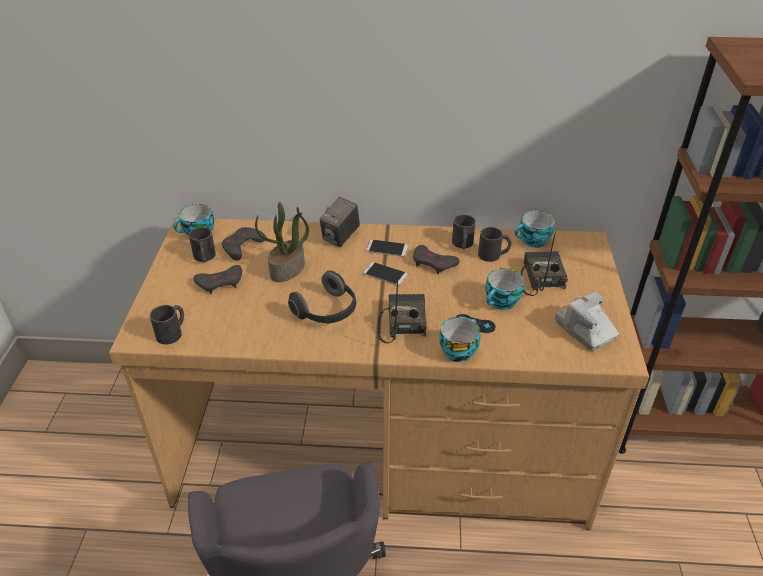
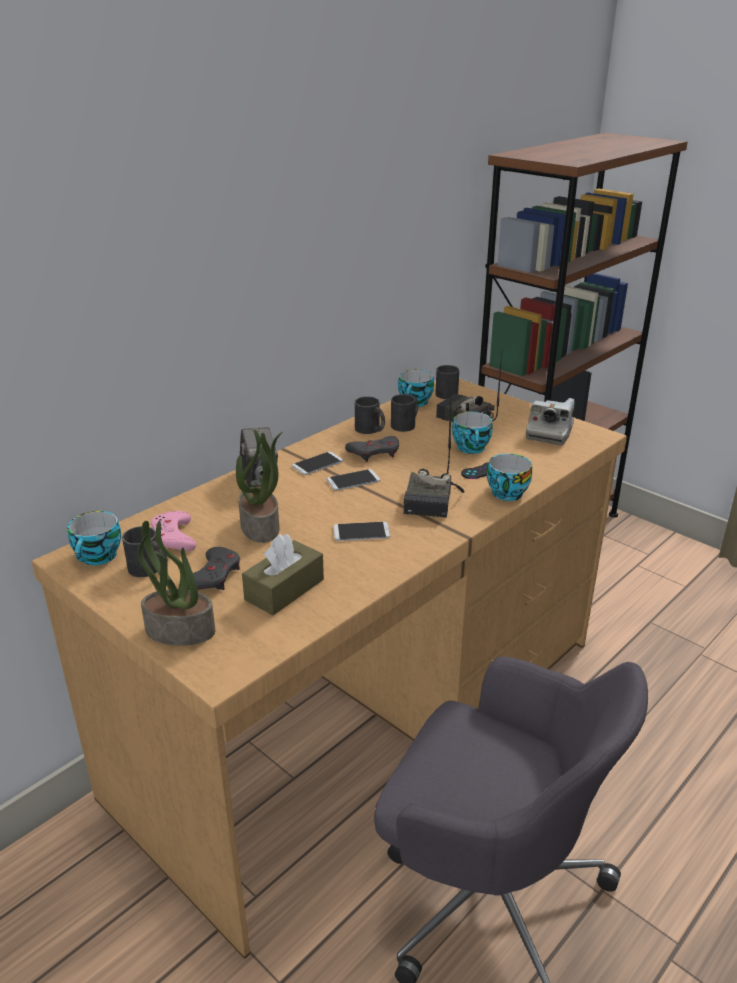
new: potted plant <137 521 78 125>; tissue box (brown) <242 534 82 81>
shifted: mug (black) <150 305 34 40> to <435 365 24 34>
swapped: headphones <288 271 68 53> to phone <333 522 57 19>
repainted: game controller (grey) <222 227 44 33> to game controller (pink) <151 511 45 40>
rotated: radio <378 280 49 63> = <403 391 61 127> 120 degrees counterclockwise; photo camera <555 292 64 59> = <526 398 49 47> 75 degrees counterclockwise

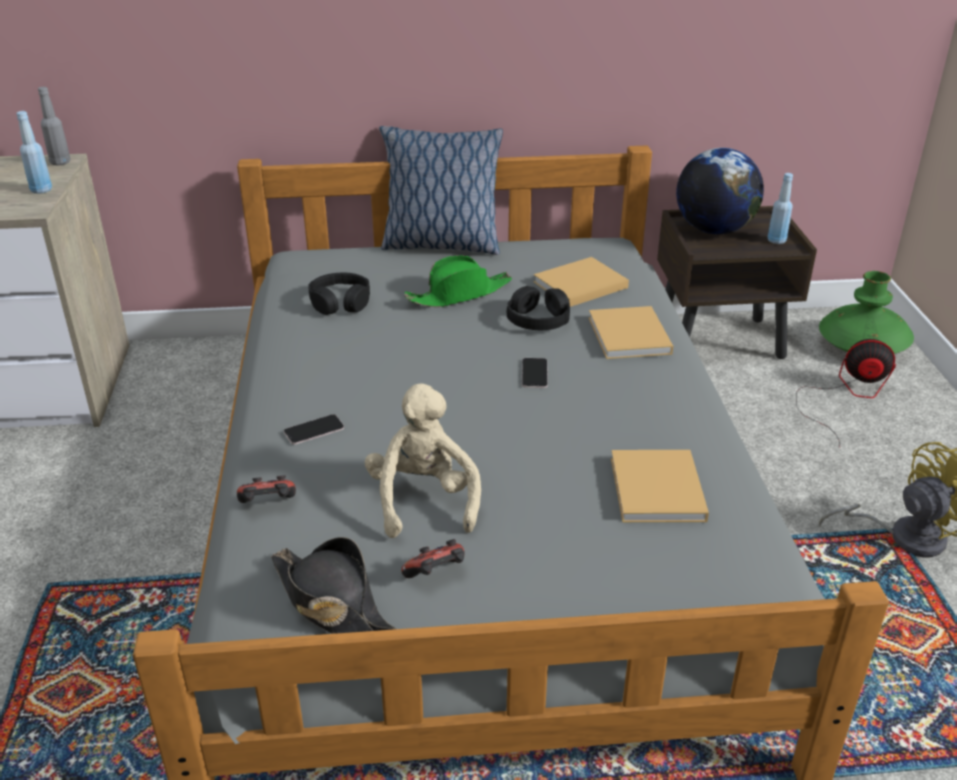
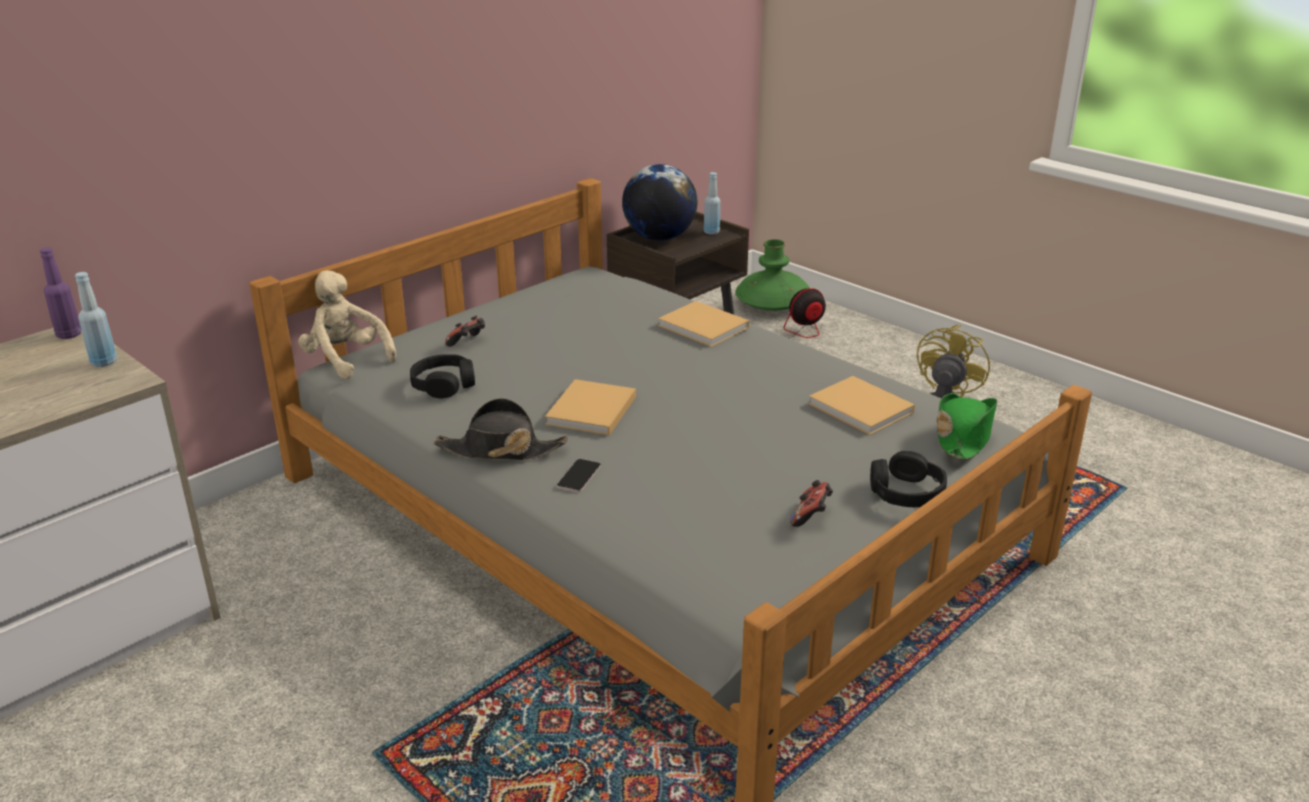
gone: pillow <379 126 124 129>; phone <522 358 26 30>
shifted: game controller <237 476 59 27> to <445 316 40 31>; hat (black) <271 537 126 97> to <434 398 134 62>; plush toy (beige) <365 384 116 154> to <298 270 98 109>; hat (green) <404 255 108 52> to <936 393 61 67>; headphones (black) <507 286 63 44> to <870 451 77 56>; book (beige) <533 257 96 50> to <545 379 91 57>
repainted: bottle (grey) <38 87 33 79> to bottle (purple) <40 247 41 92>

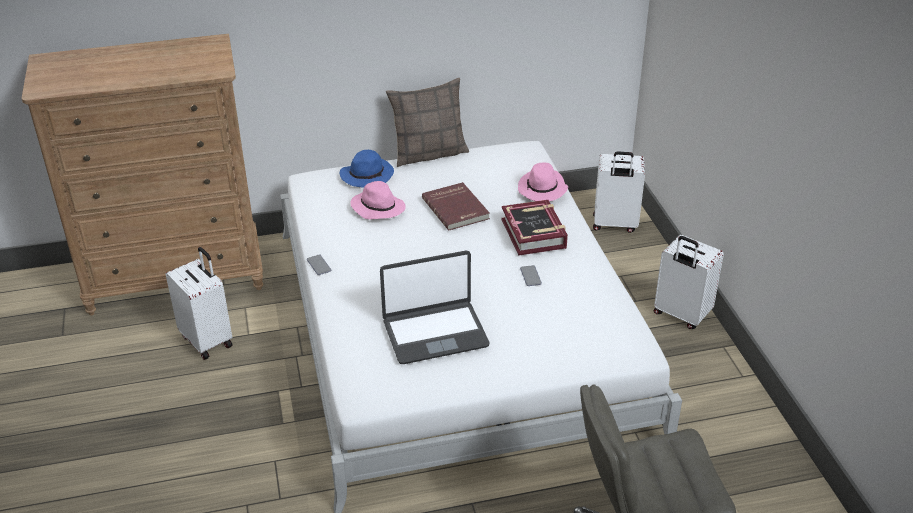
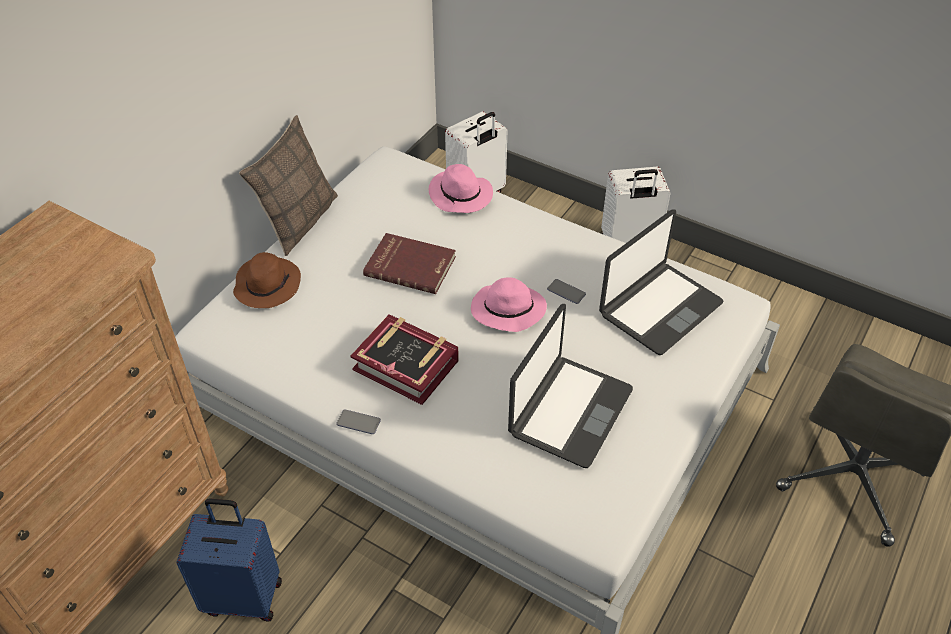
new: laptop <599 209 125 146>
shifted: hat (pink) <350 181 56 38> to <471 277 76 55>; book <501 200 67 56> to <351 314 108 91>
repainted: suitcase (white) <166 247 67 113> to suitcase (blue) <176 499 106 123>; hat (blue) <340 150 54 38> to hat (brown) <233 252 68 56>

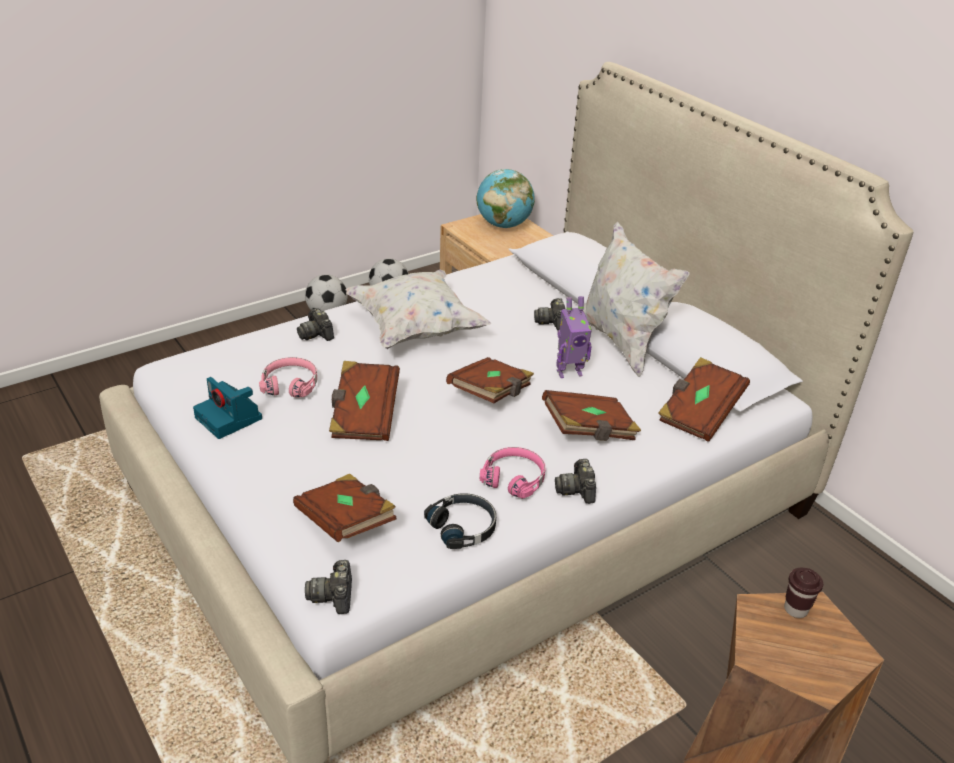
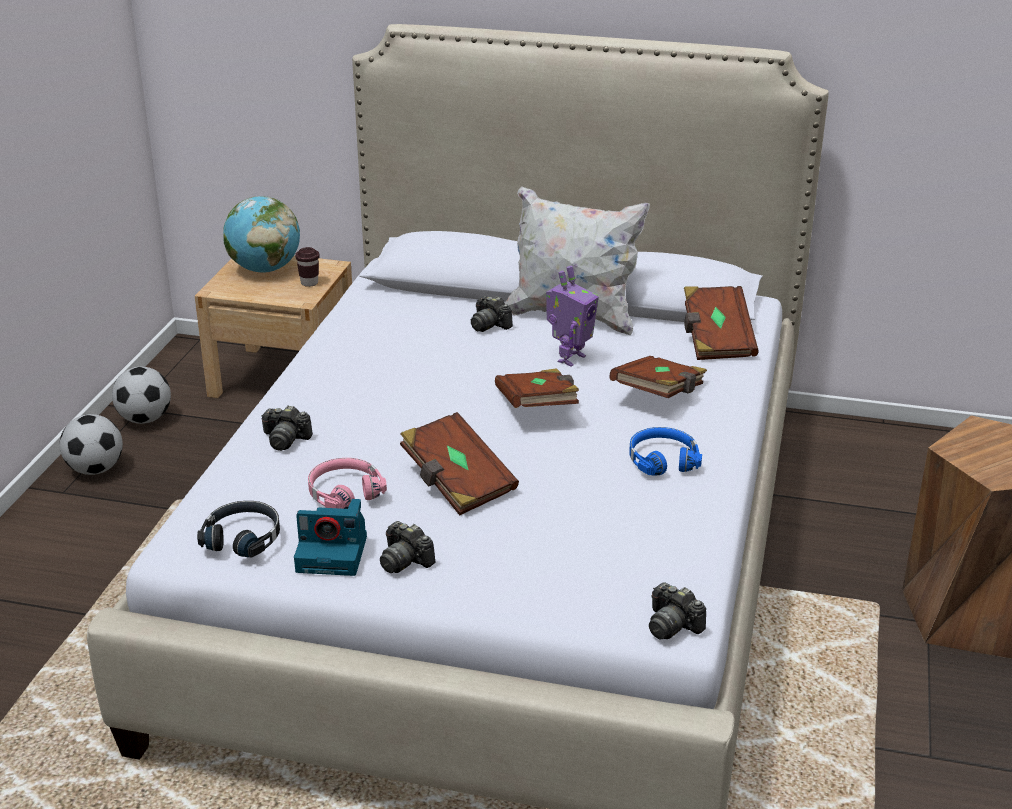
gone: book (brown) <293 474 103 68>; pillow (white) <346 269 145 80>
shifted: headphones (black) <424 493 72 56> to <197 501 83 57>; photo camera <555 459 41 45> to <380 521 56 52>; cup (brown) <784 568 39 50> to <295 247 25 40>
repainted: headphones (pink) <480 447 65 52> to headphones (blue) <629 427 73 48>

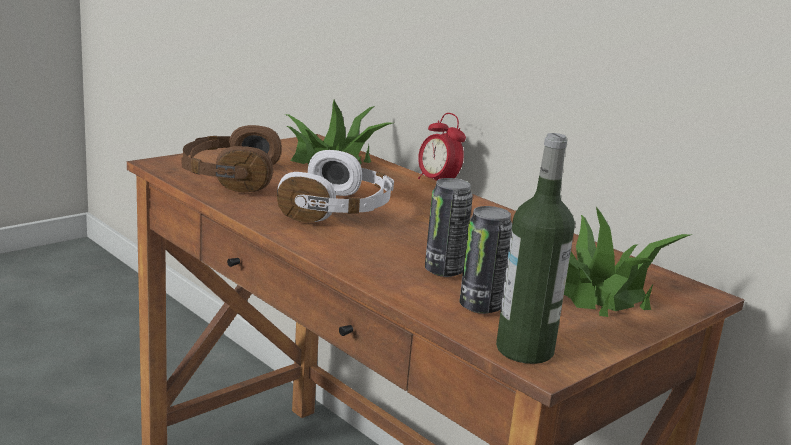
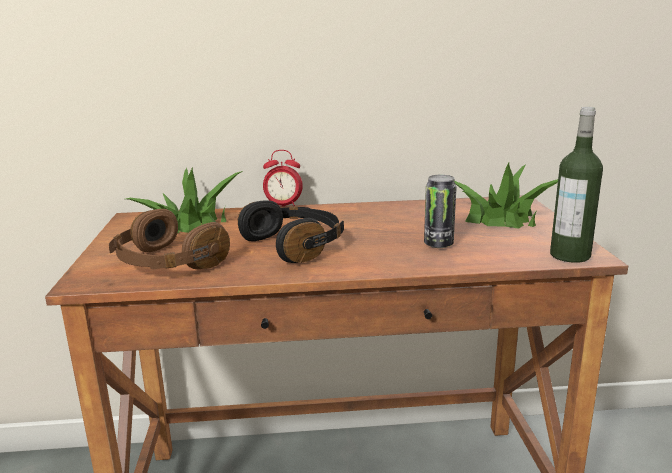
gone: can <460 206 52 108>
repainted: headphones (white) <277 150 117 72> to headphones (black) <238 200 106 63>

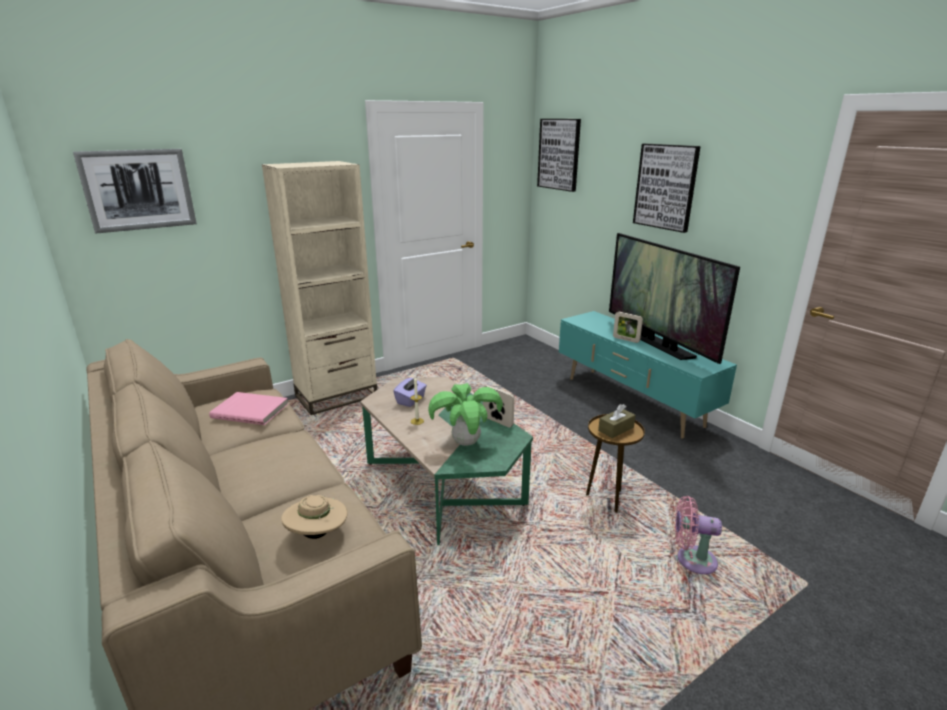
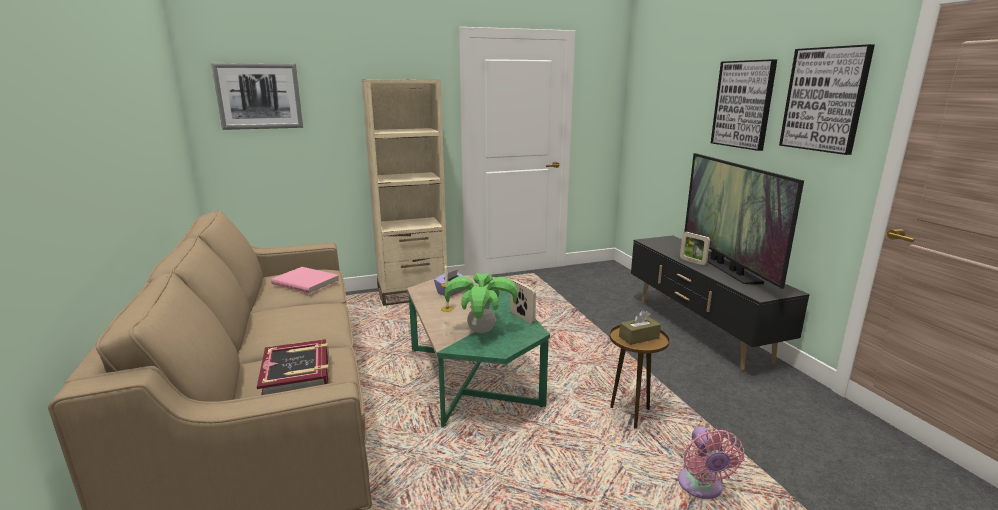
shifted: picture <537 119 44 73> to <779 44 96 111>
swapped: hat (beige) <281 495 67 44> to book <257 339 73 56>
repainted: tv stand (turquoise) <559 311 178 128> to tv stand (black) <631 235 179 136>
rotated: fan (pink) <675 496 47 78> = <678 426 67 73> 120 degrees counterclockwise

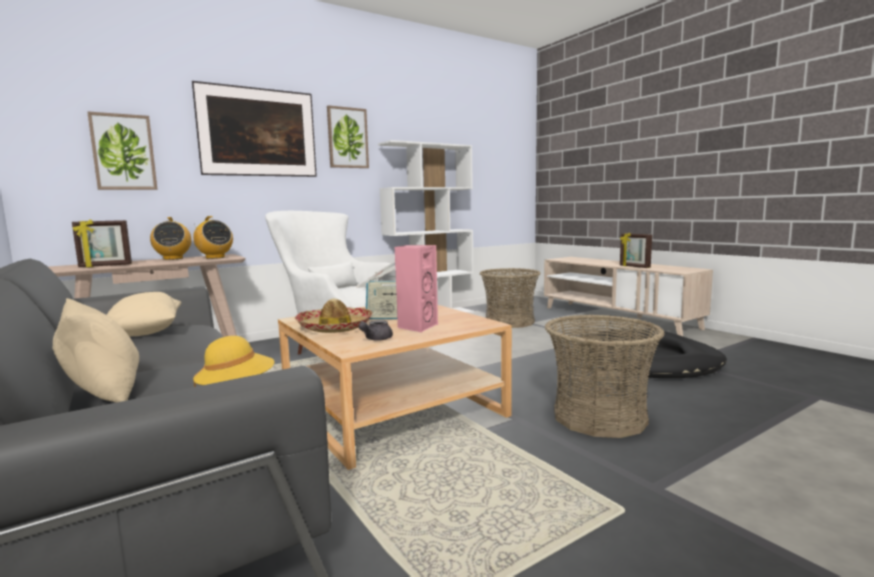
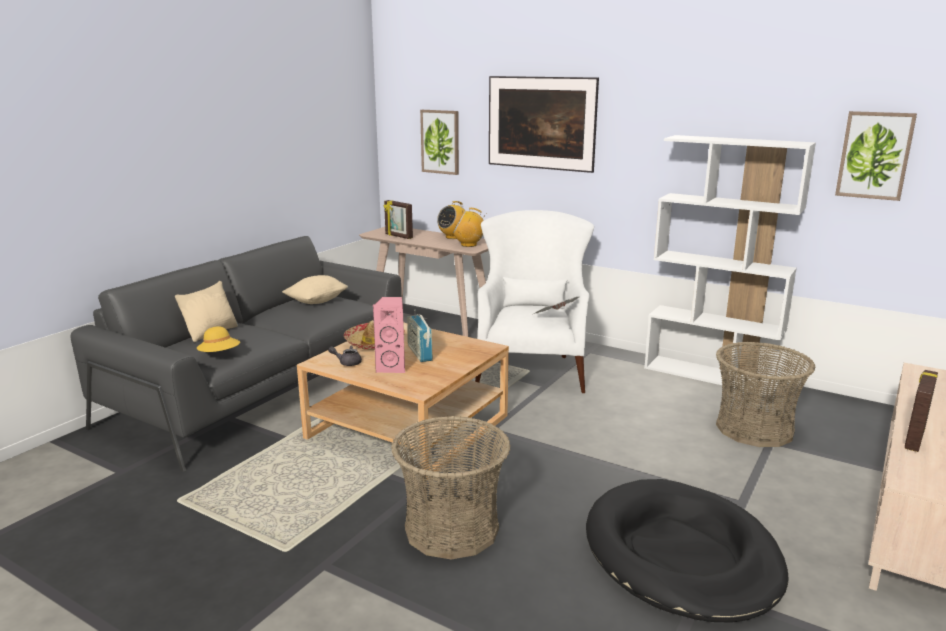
shifted: picture <327 105 42 63> to <835 111 82 90>
rotated: radio <193 216 40 43> = <453 208 33 39> 75 degrees clockwise

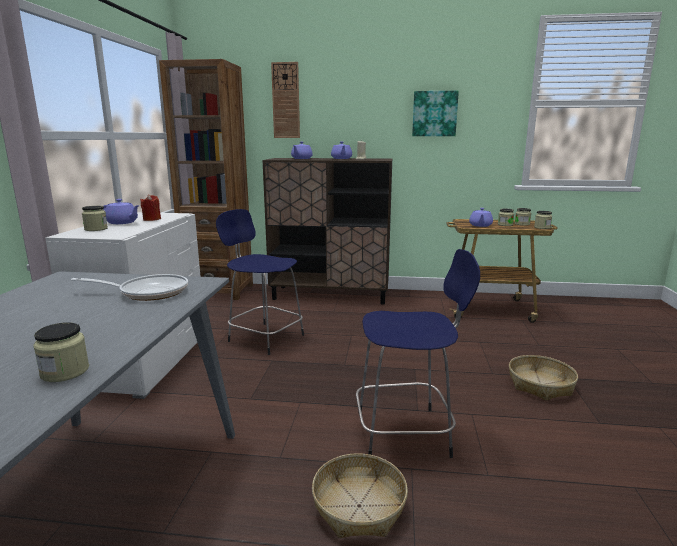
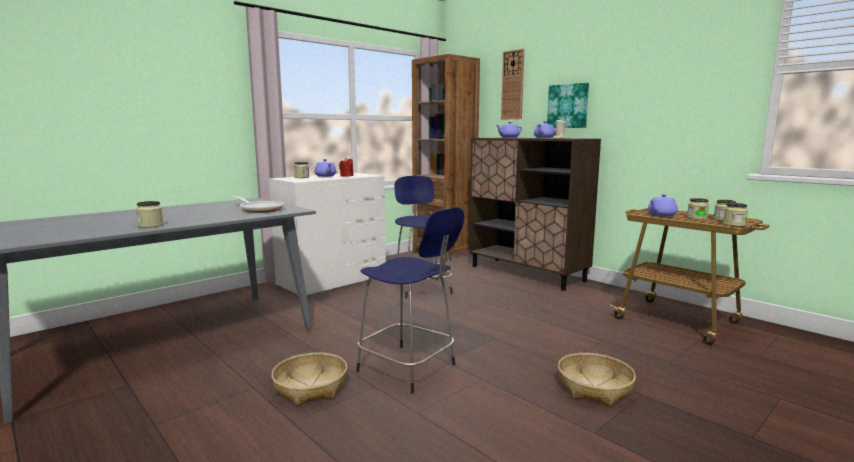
shifted: picture <412 91 47 45> to <547 83 42 45>

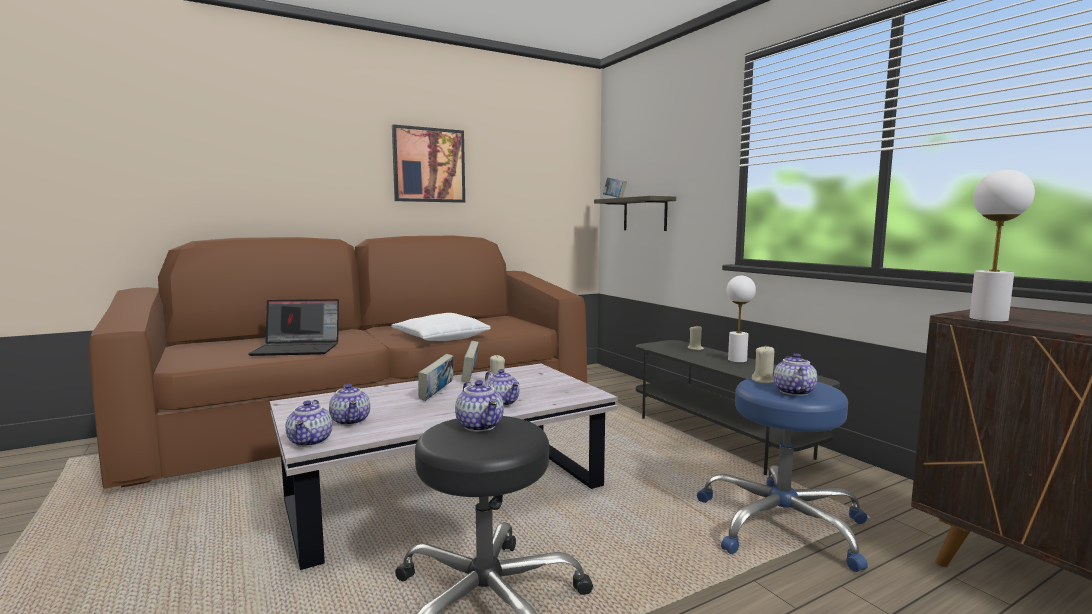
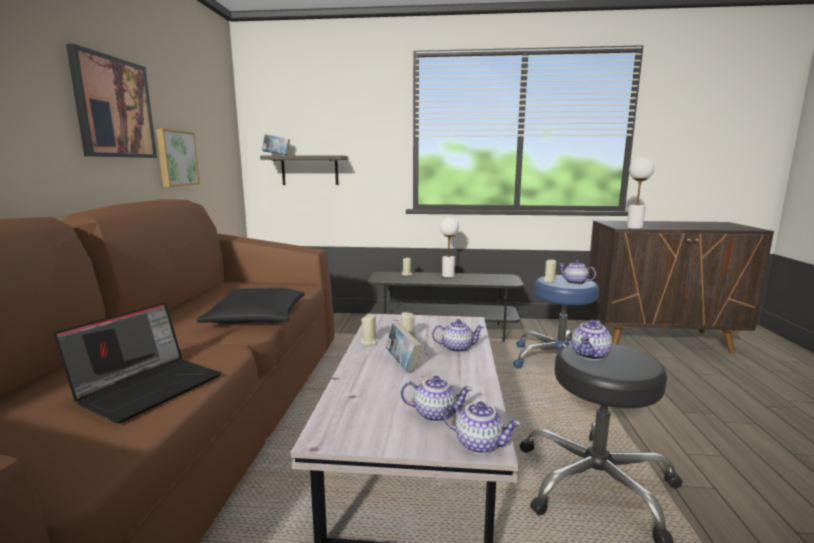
new: picture <156 129 44 58>
swapped: book <461 341 18 41> to candle (beige) <360 315 19 30>
repainted: pillow (white) <391 313 100 28> to pillow (black) <197 288 108 36>
rotated: teapot <455 380 49 52> = <571 320 41 40> 120 degrees clockwise

